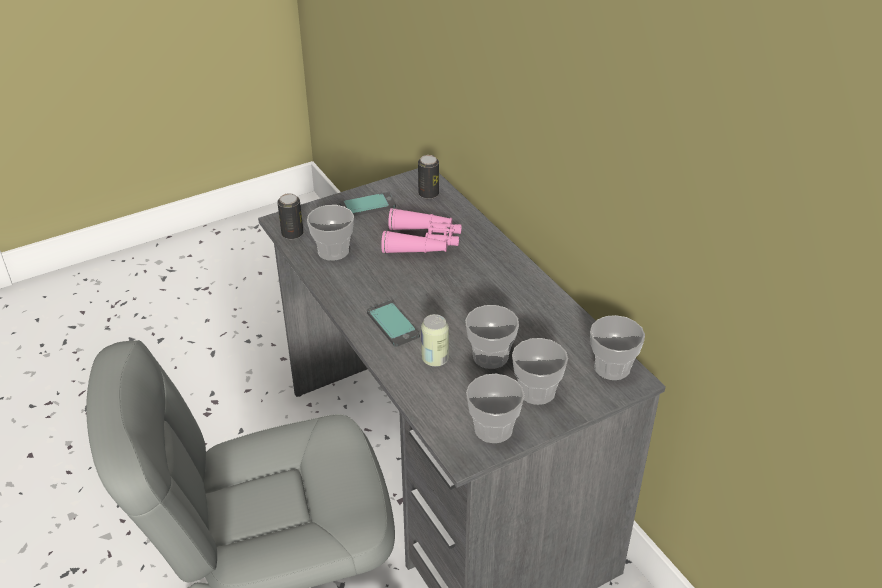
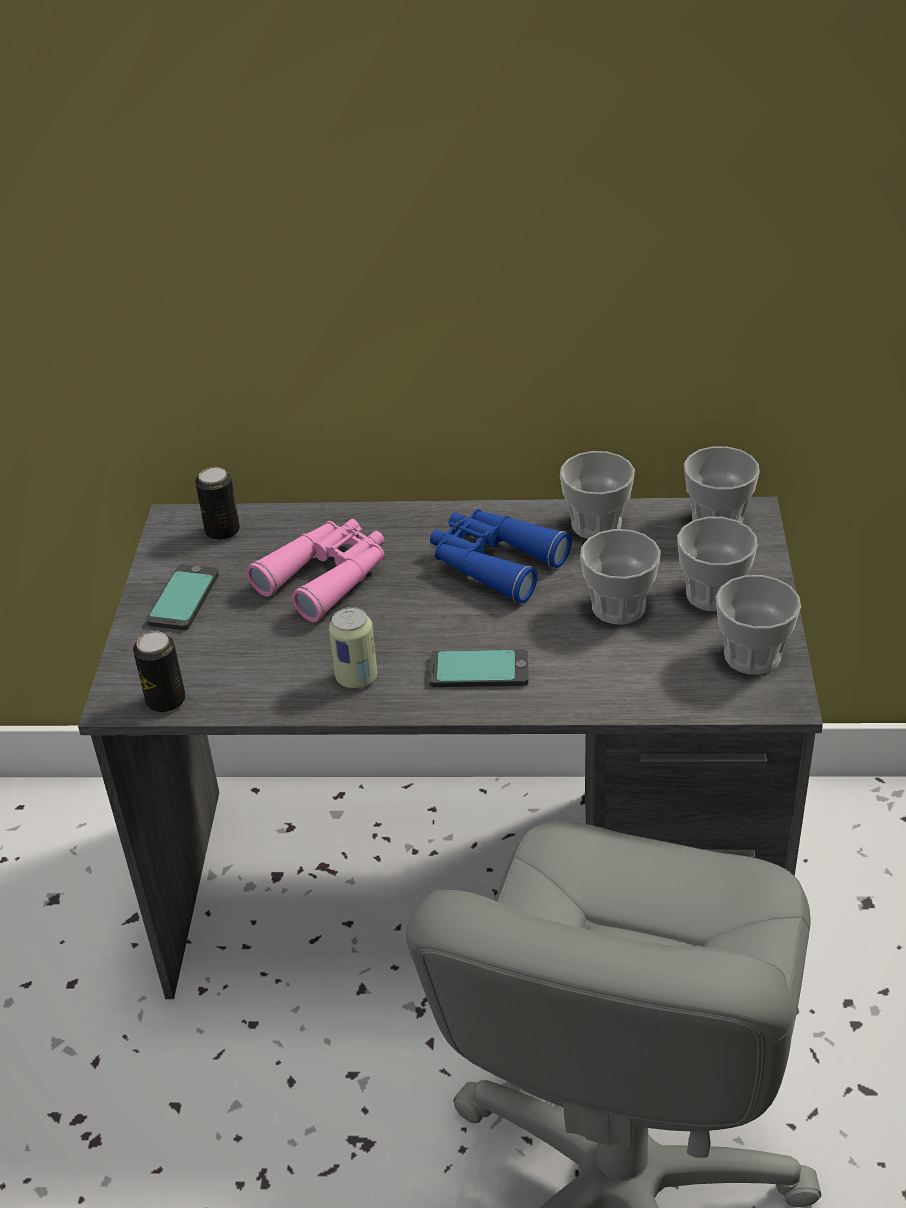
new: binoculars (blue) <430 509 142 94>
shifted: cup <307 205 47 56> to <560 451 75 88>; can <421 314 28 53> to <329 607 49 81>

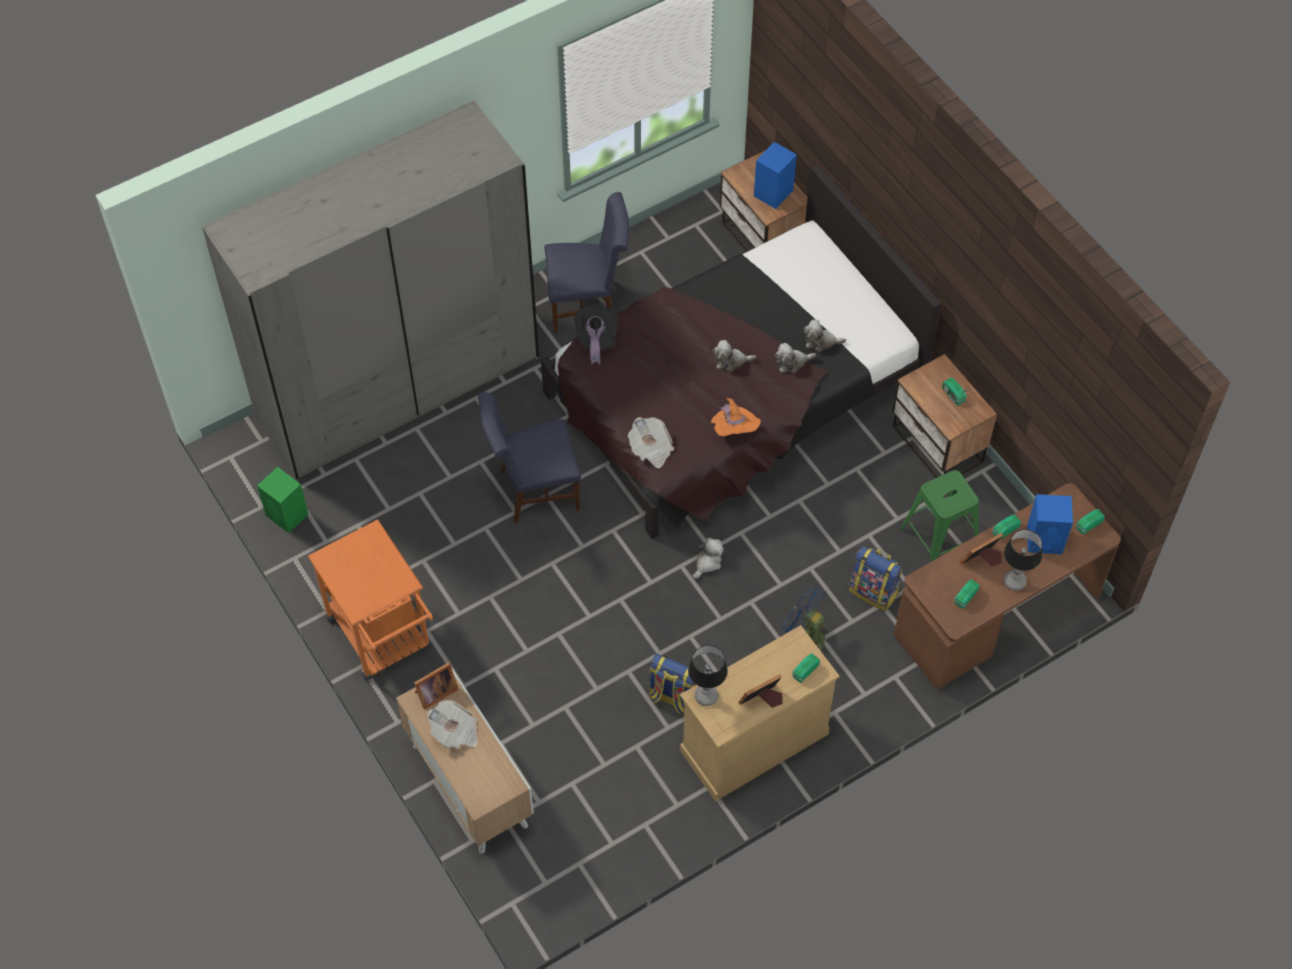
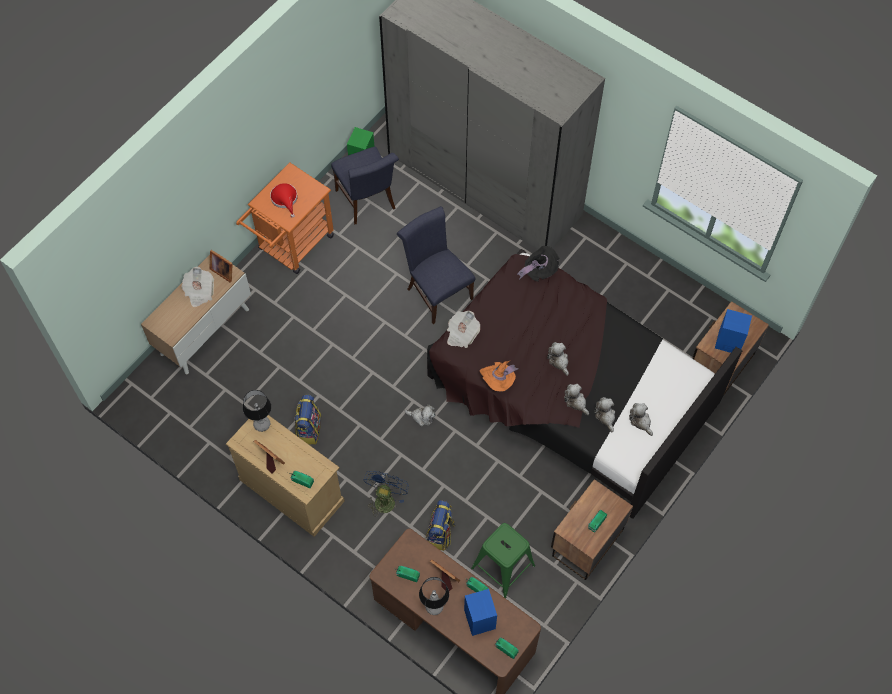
new: hat (red) <270 183 28 35>; plush toy <629 403 24 33>
shifted: chair (blue) <544 192 85 141> to <331 147 68 77>

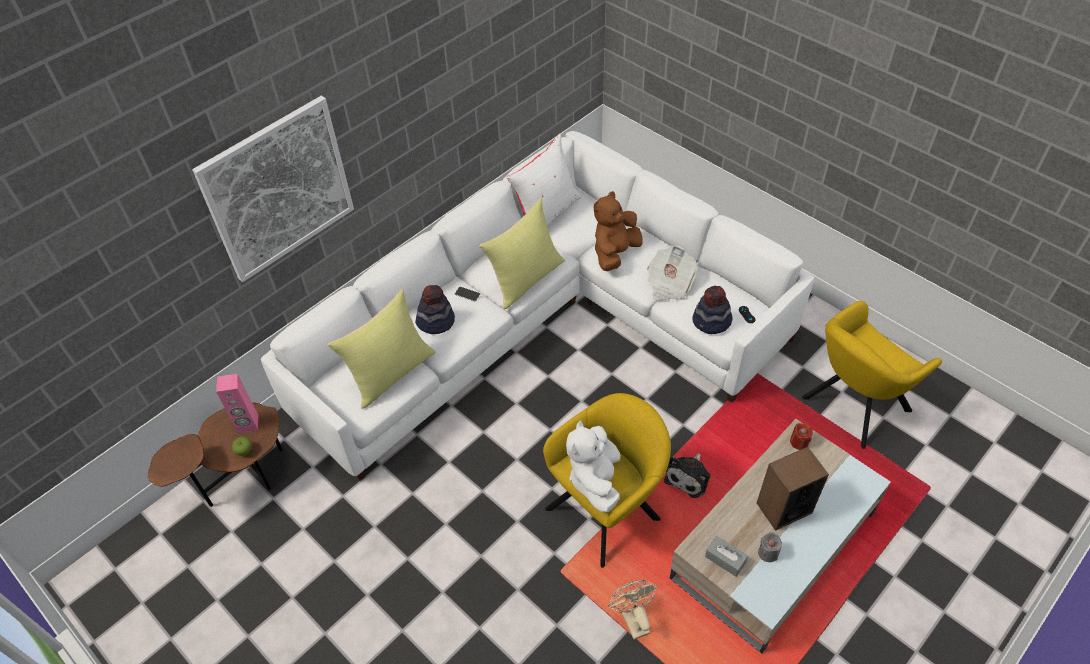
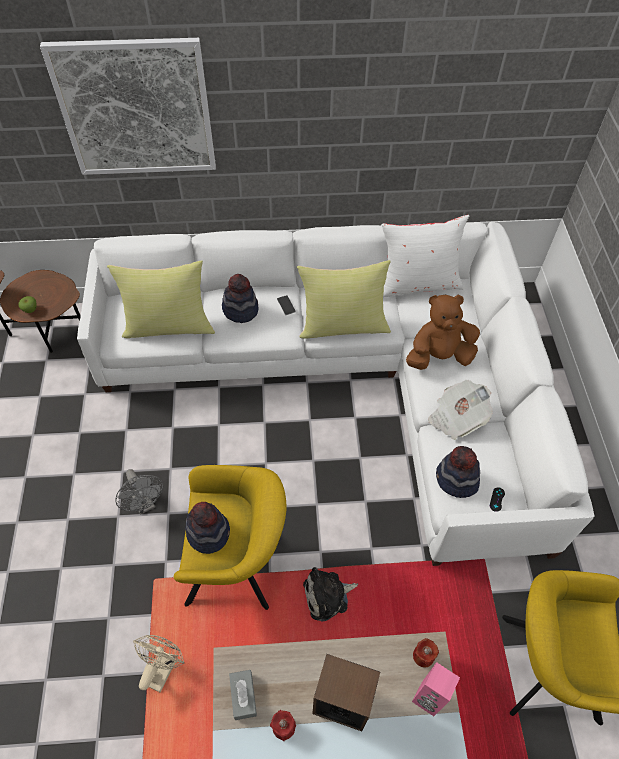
new: fan (grey) <115 469 48 46>
shifted: speaker (pink) <216 374 42 59> to <412 662 48 54>
swapped: plush toy (white) <566 420 55 92> to hat <186 502 44 52>
repainted: candle (grey) <758 532 24 30> to candle (red) <270 710 26 31>

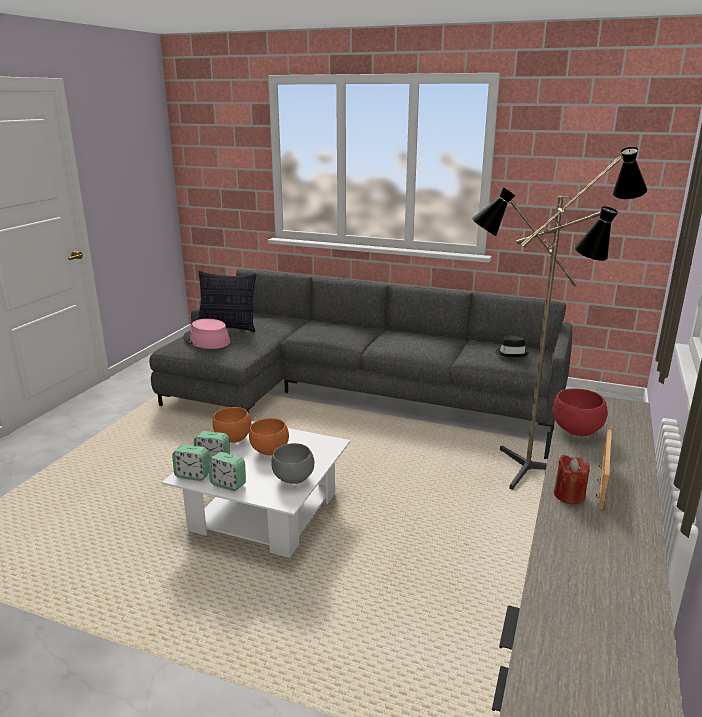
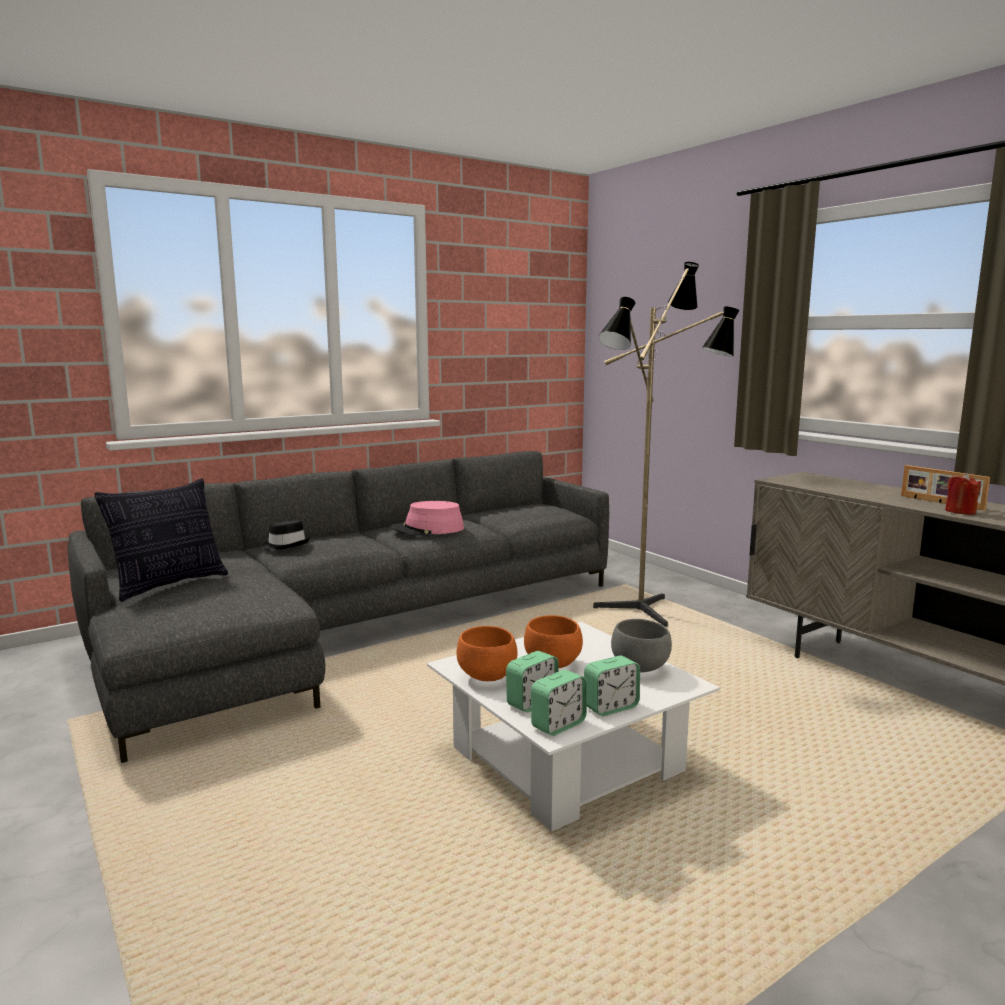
gone: bowl (red) <553 388 55 48>
shifted: hat (pink) <183 319 47 30> to <391 501 73 35>; hat (black) <495 336 34 21> to <262 520 48 30>

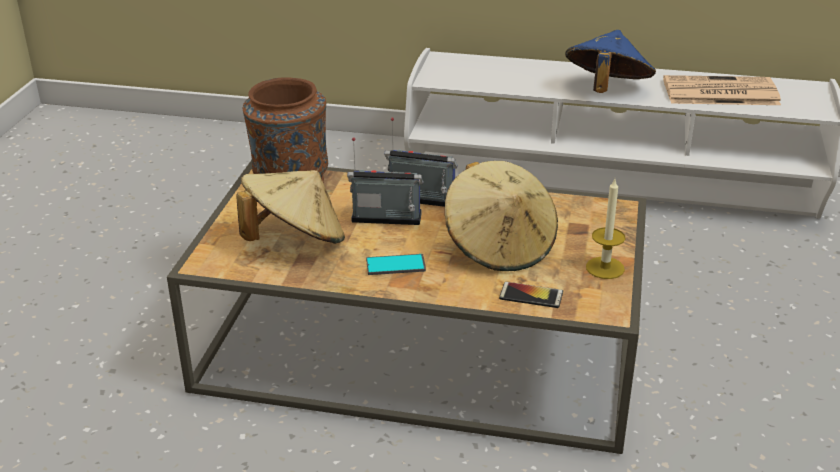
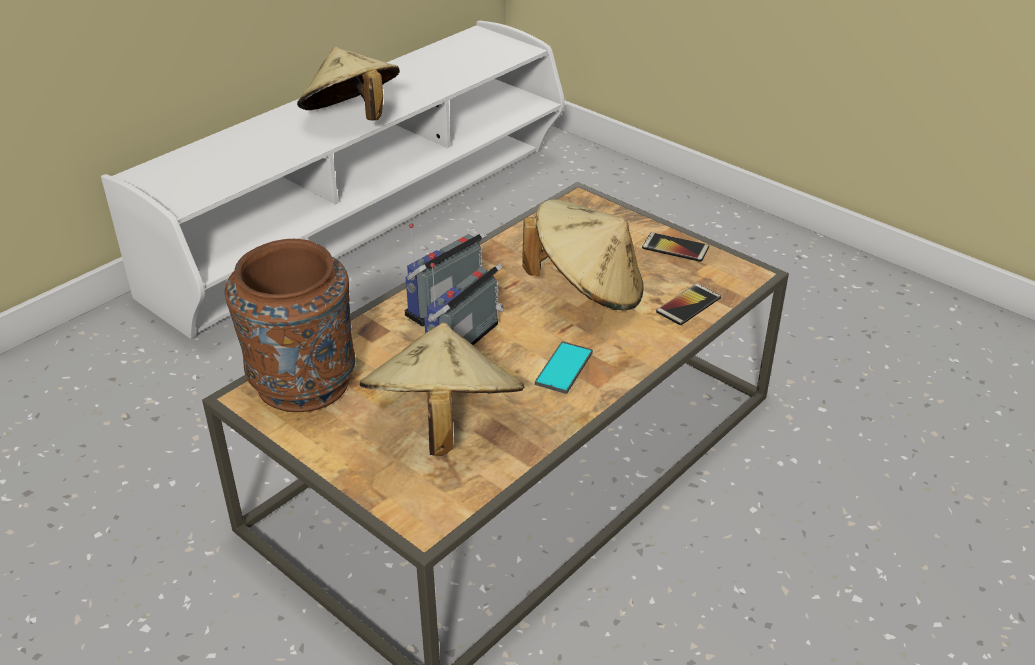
gone: newspaper <663 75 118 30>
swapped: candle <586 179 40 100> to phone <642 232 67 30>
repainted: hat (blue) <565 30 91 63> to hat (beige) <297 47 102 74>

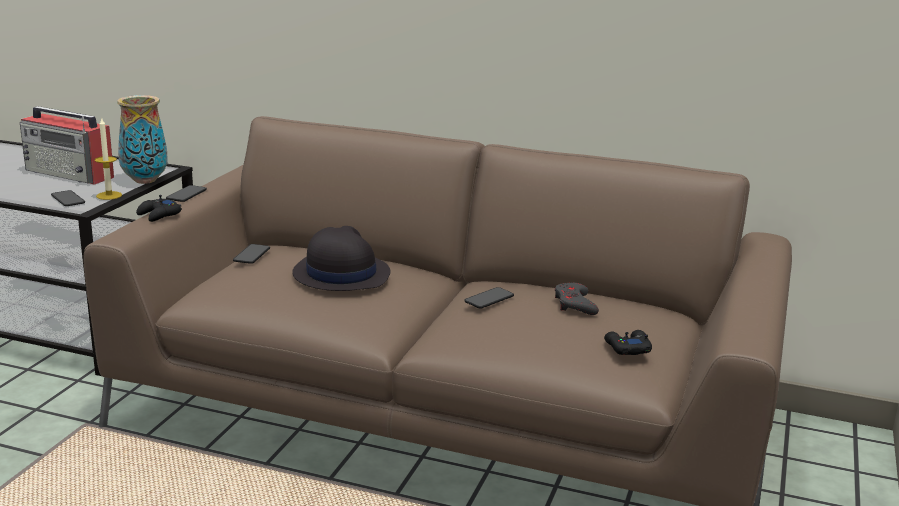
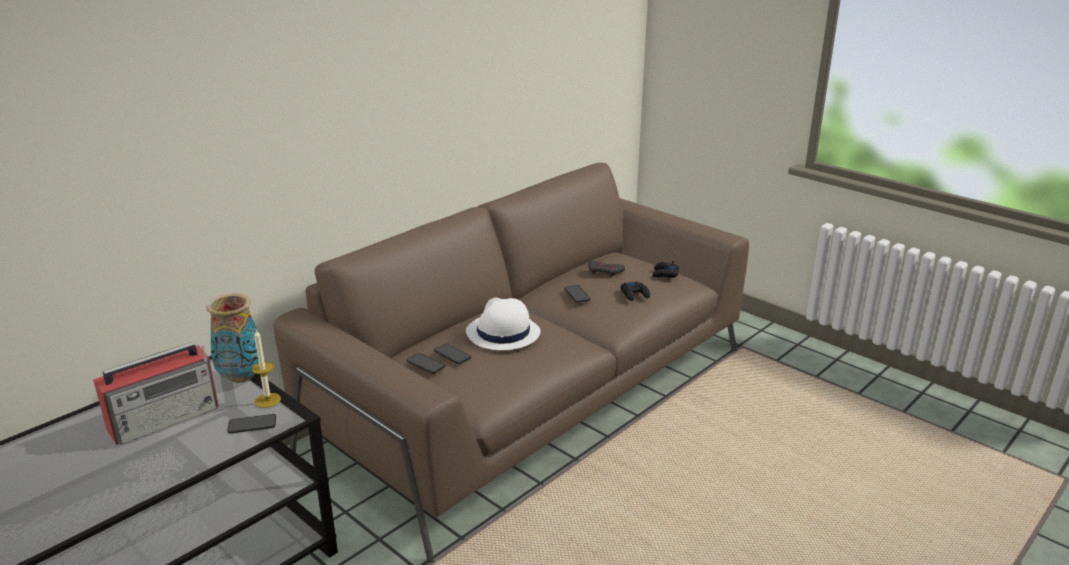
shifted: game controller (black) <136 195 46 27> to <620 282 30 19>; phone <166 185 41 17> to <434 343 37 21>
repainted: hat (black) <292 226 98 65> to hat (white) <466 298 74 52>

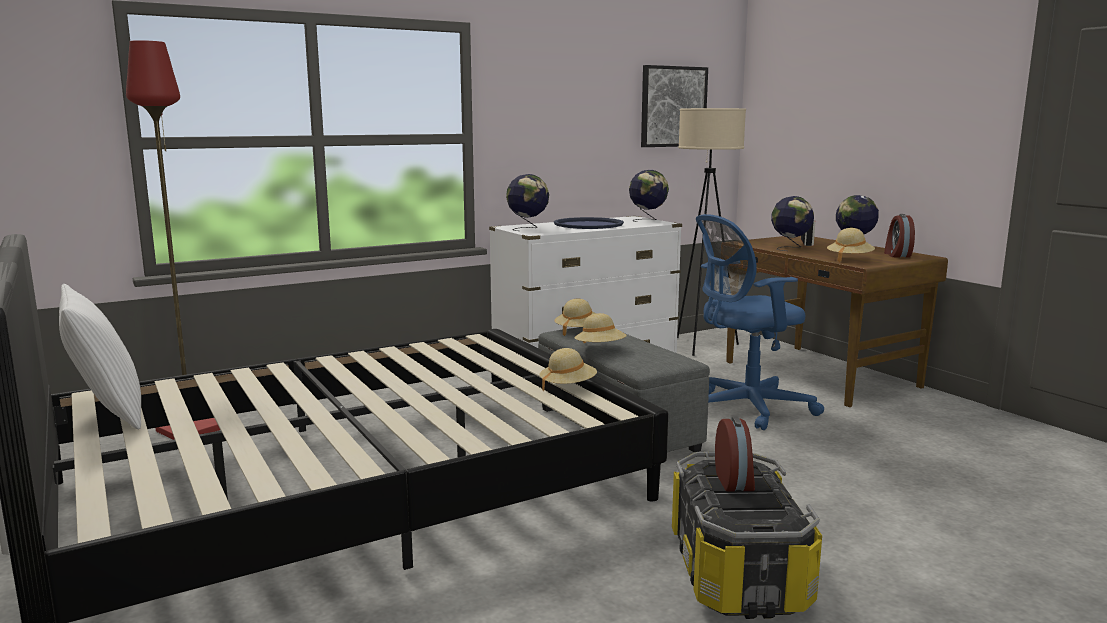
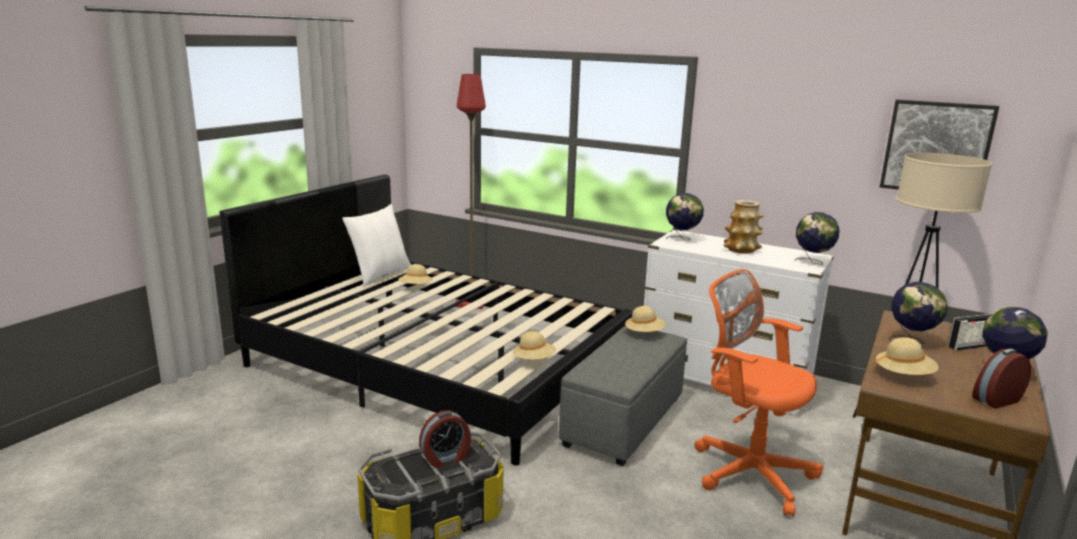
shifted: hat (beige) <574 313 53 30> to <398 264 35 20>
swapped: tray (blue) <554 217 70 12> to vase <724 200 39 53>
repainted: office chair (blue) <696 214 128 216> to office chair (orange) <695 269 128 248>

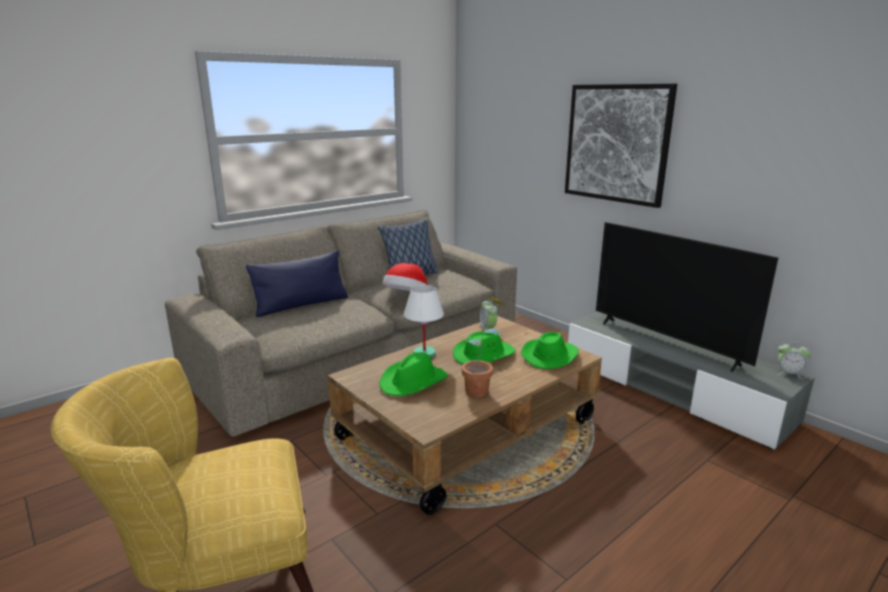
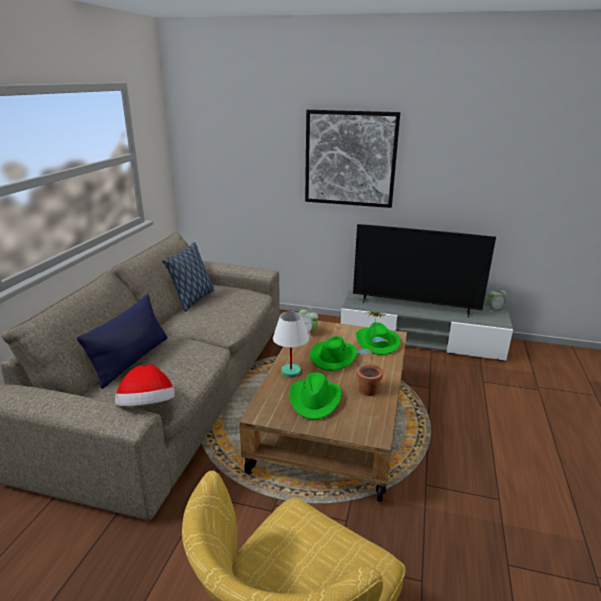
shifted: hat <382 263 46 28> to <115 364 60 42>

